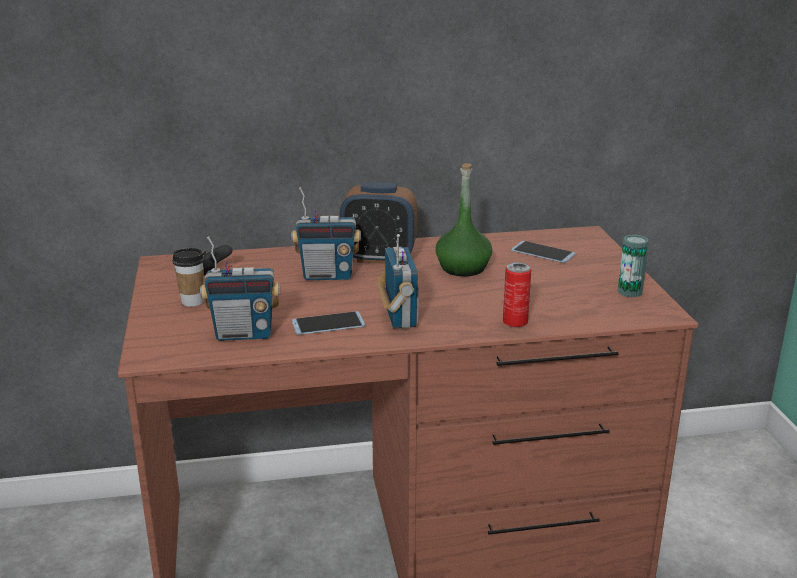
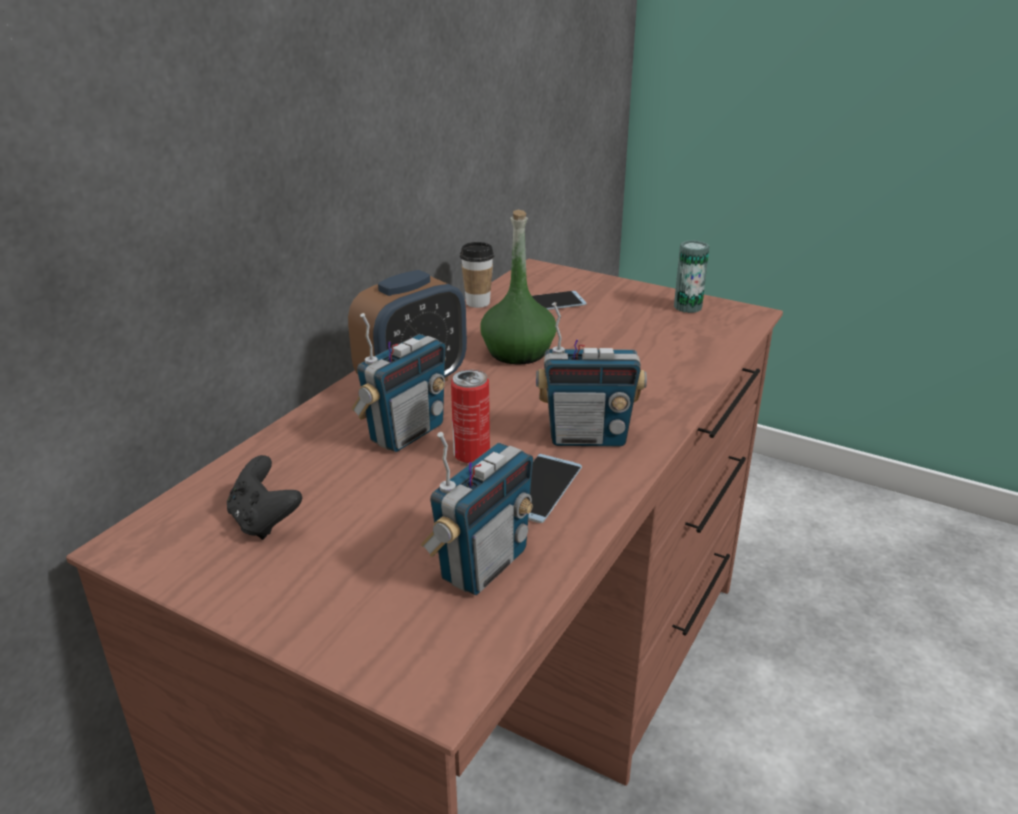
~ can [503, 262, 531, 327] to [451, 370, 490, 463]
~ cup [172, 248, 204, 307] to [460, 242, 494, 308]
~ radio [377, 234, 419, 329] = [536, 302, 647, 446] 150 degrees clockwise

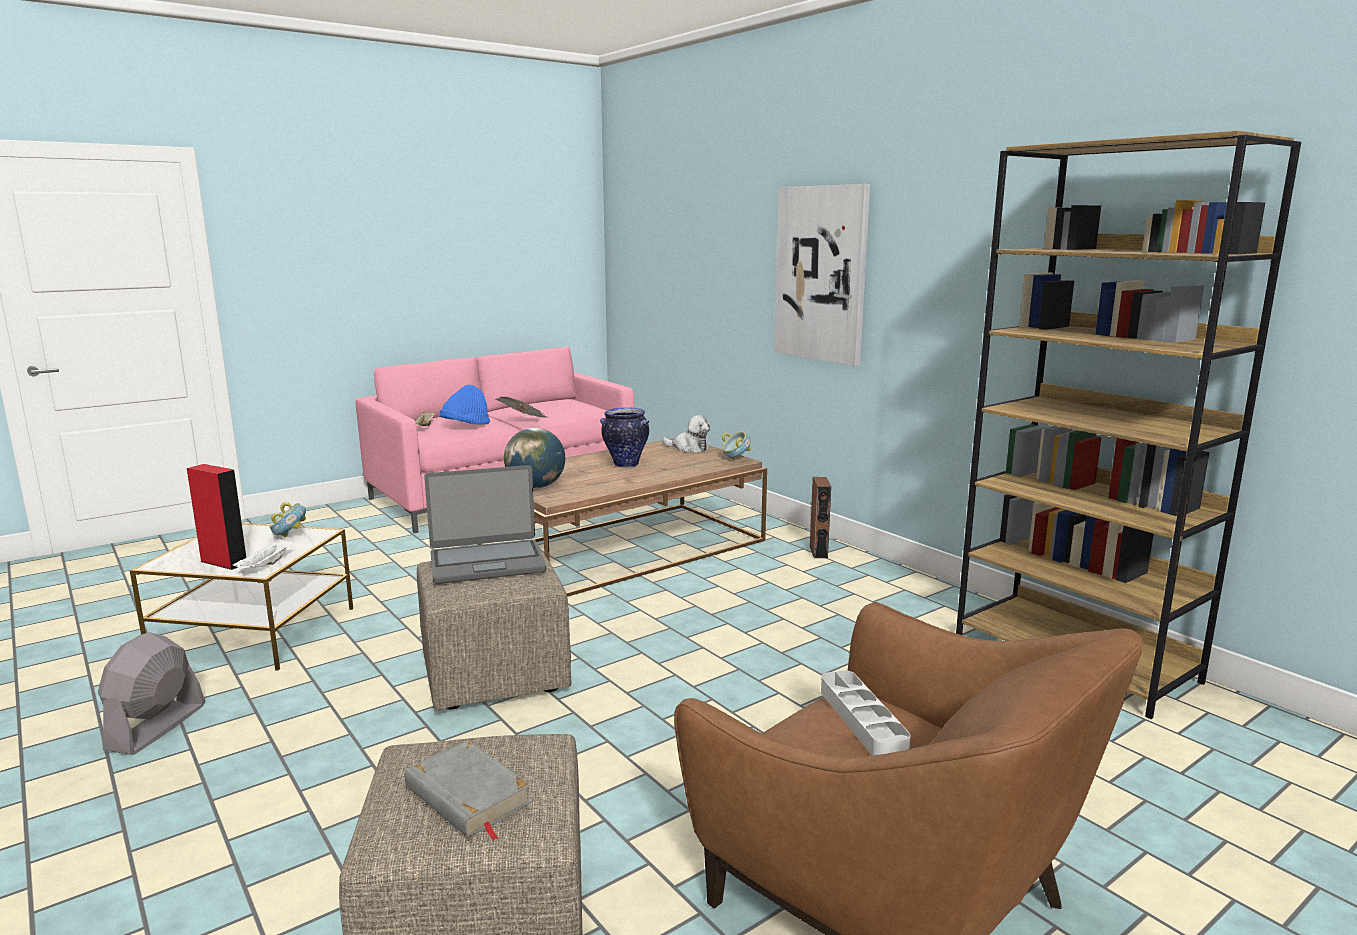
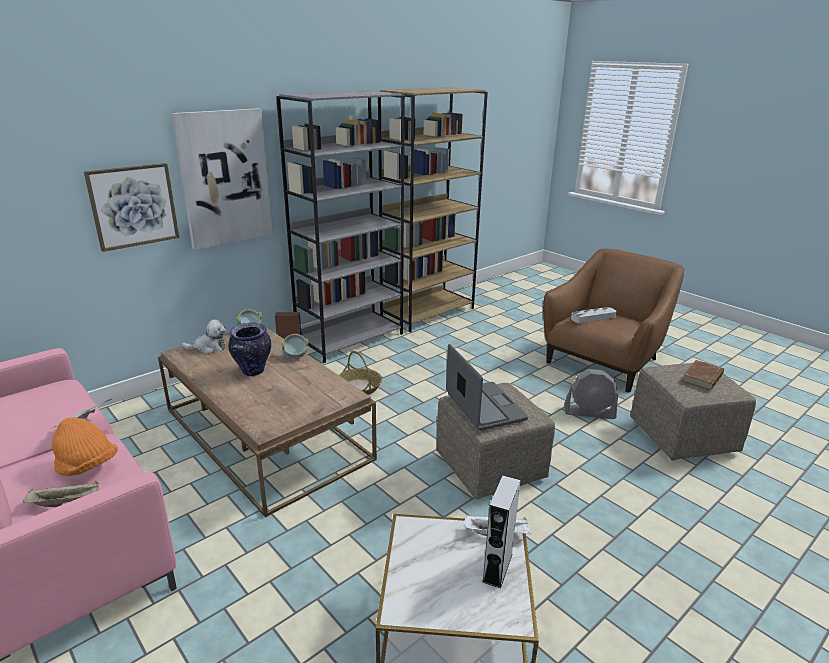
~ hat in blue [440, 384, 490, 425] to hat in orange [52, 417, 118, 476]
+ picture [84, 163, 179, 252]
~ plush toy [663, 415, 710, 452] = [181, 319, 226, 354] 60 degrees clockwise
+ bookcase in grey [276, 90, 405, 363]
~ bowl [269, 502, 306, 537] to [281, 334, 309, 359]
+ basket [339, 351, 382, 395]
~ speaker in red [187, 464, 247, 570] to speaker in grey [482, 475, 521, 589]
~ fan in grey [98, 632, 205, 755] to [564, 369, 618, 419]
~ book in grey [405, 741, 532, 841] to book in brown [682, 360, 724, 390]
- globe [504, 428, 565, 489]

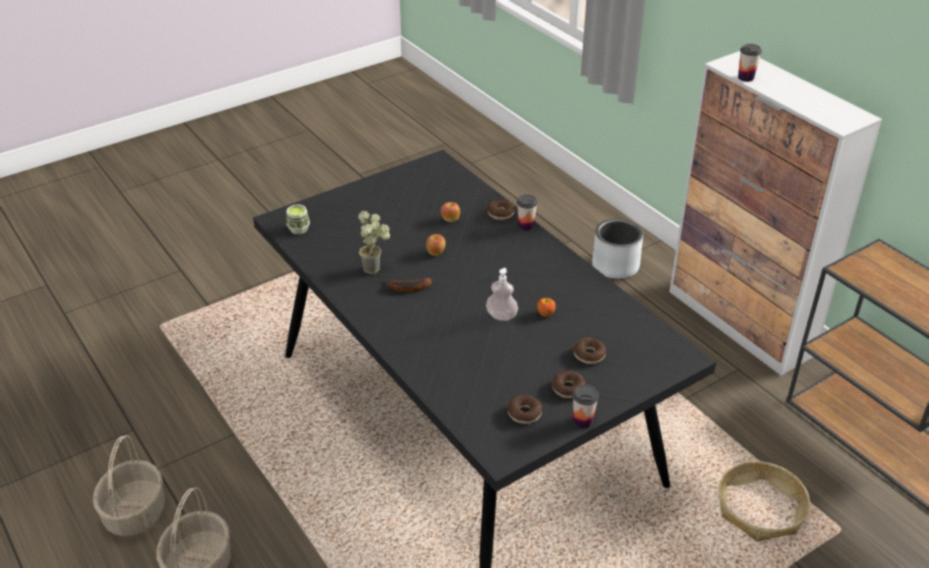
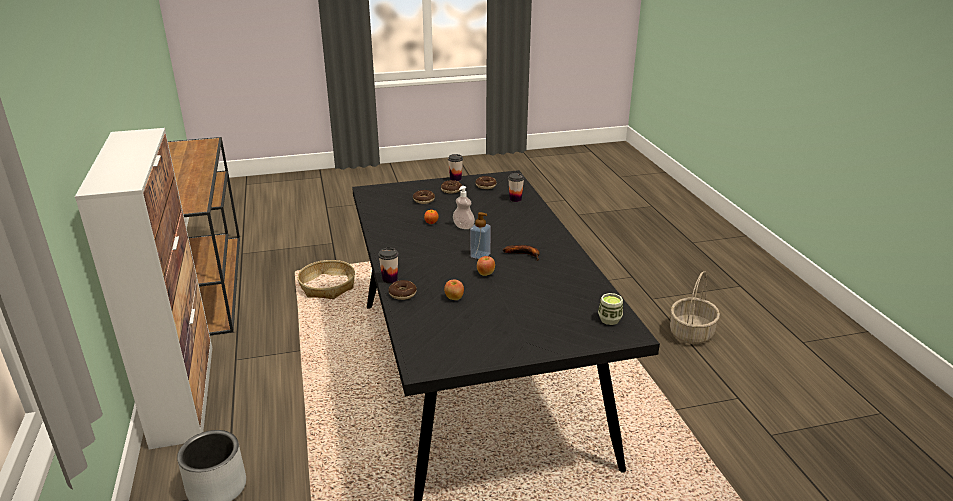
+ soap dispenser [470, 212, 491, 259]
~ cup [738, 44, 762, 82] to [508, 173, 524, 202]
- basket [93, 435, 165, 536]
- potted plant [358, 211, 390, 274]

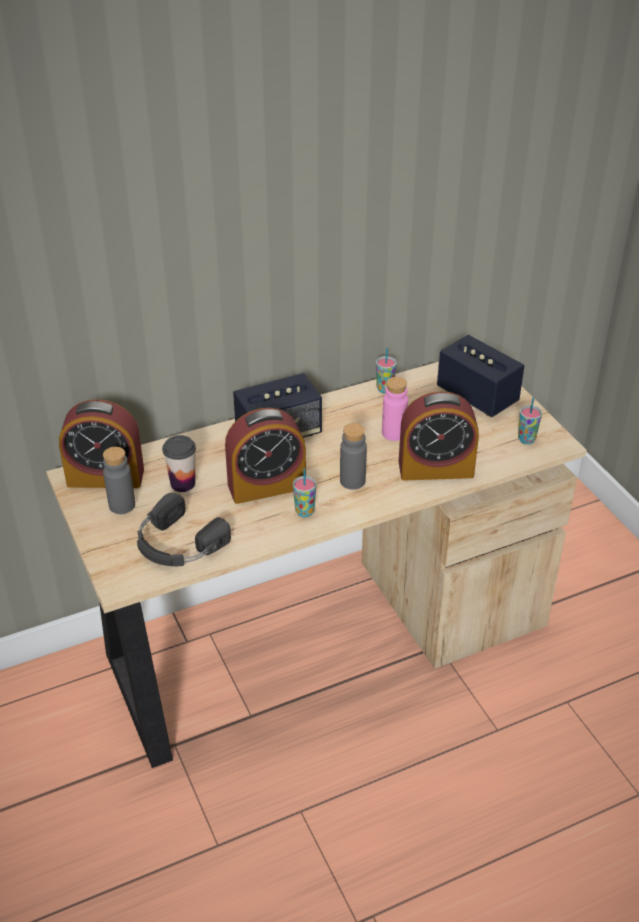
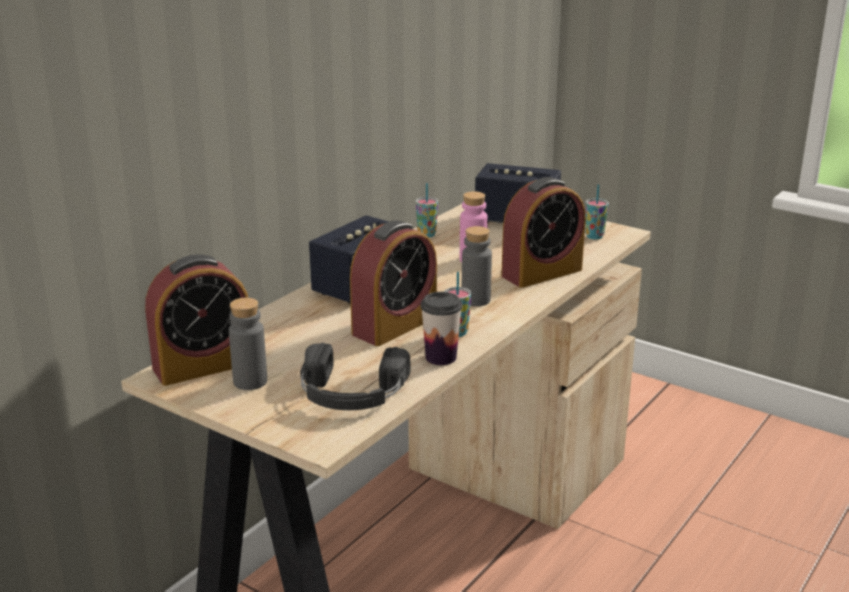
~ cup [162, 435, 196, 492] to [420, 292, 462, 365]

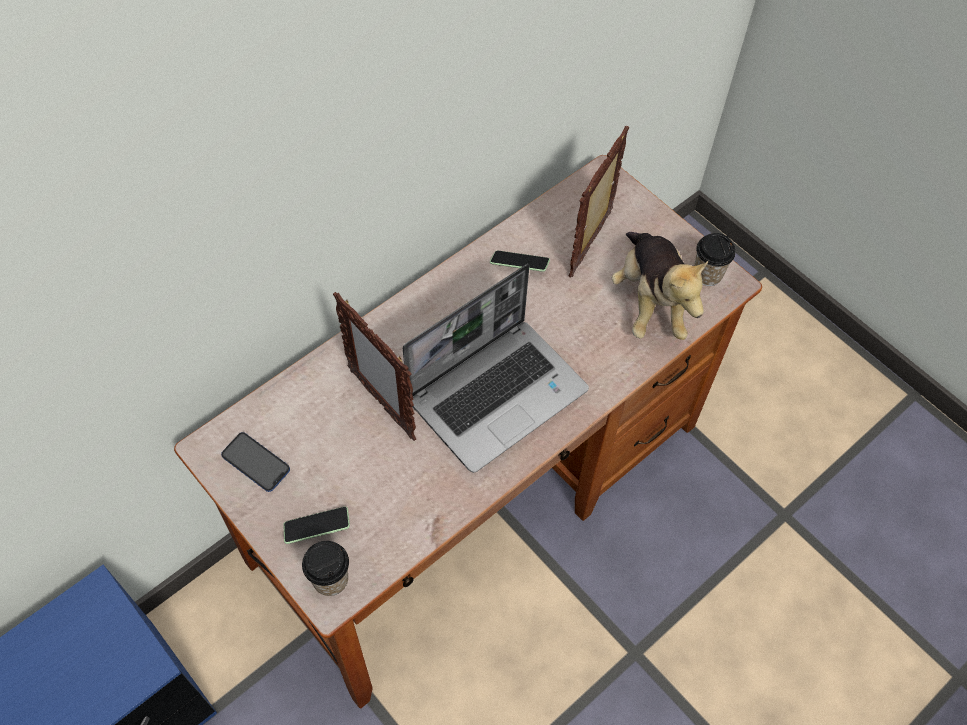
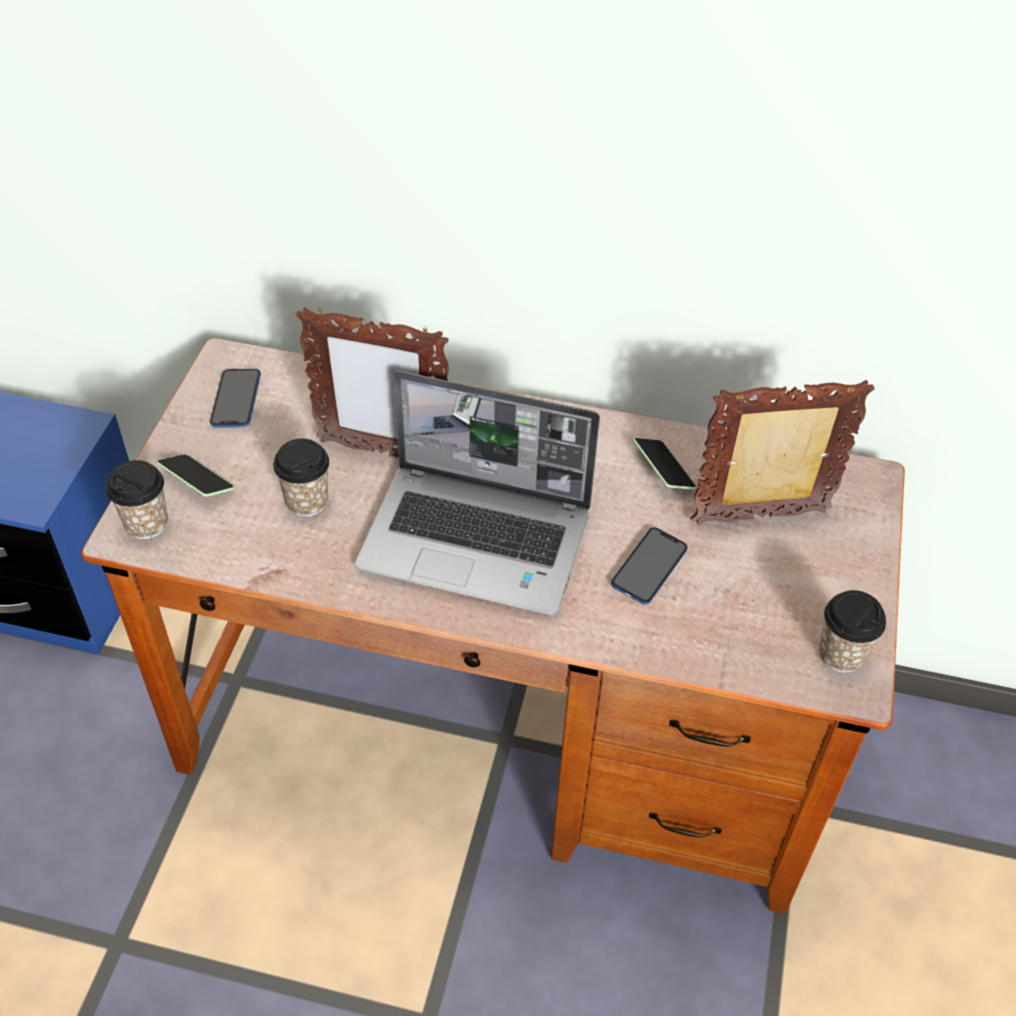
+ cup [273, 439, 329, 517]
~ picture frame [333, 292, 416, 441] = [296, 307, 449, 457] 90 degrees counterclockwise
+ phone [611, 527, 687, 605]
- plush toy [612, 232, 708, 340]

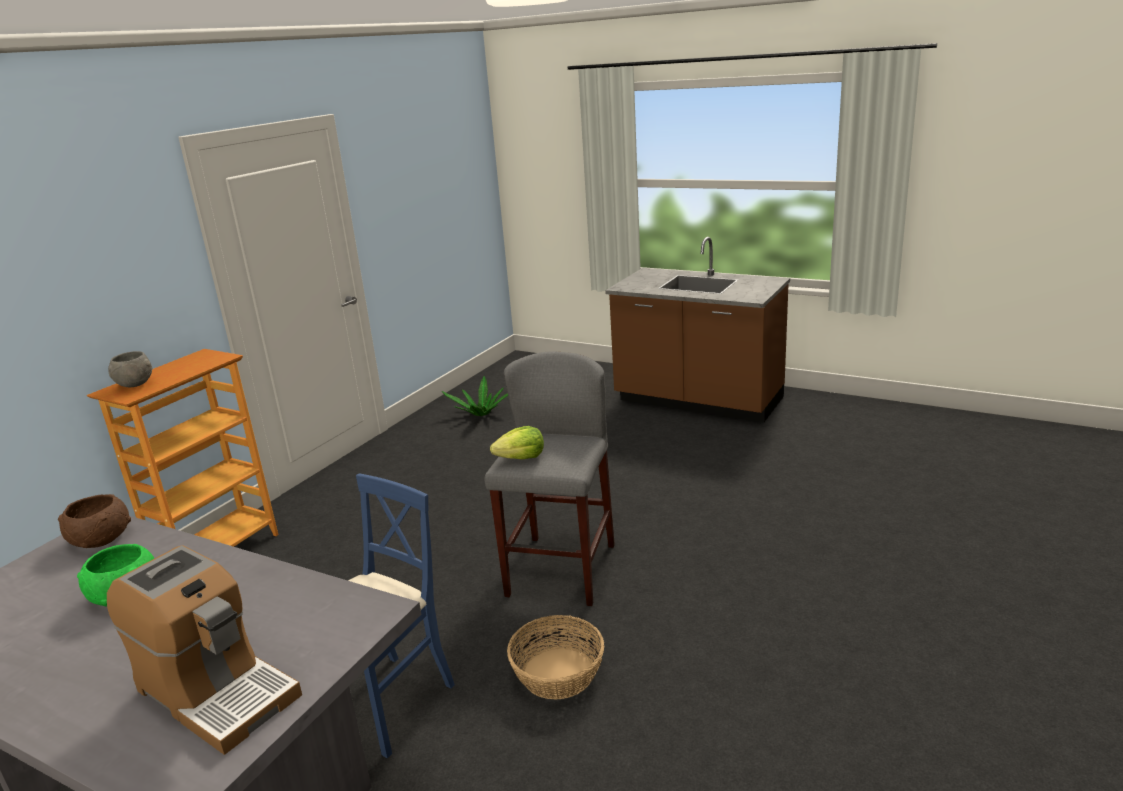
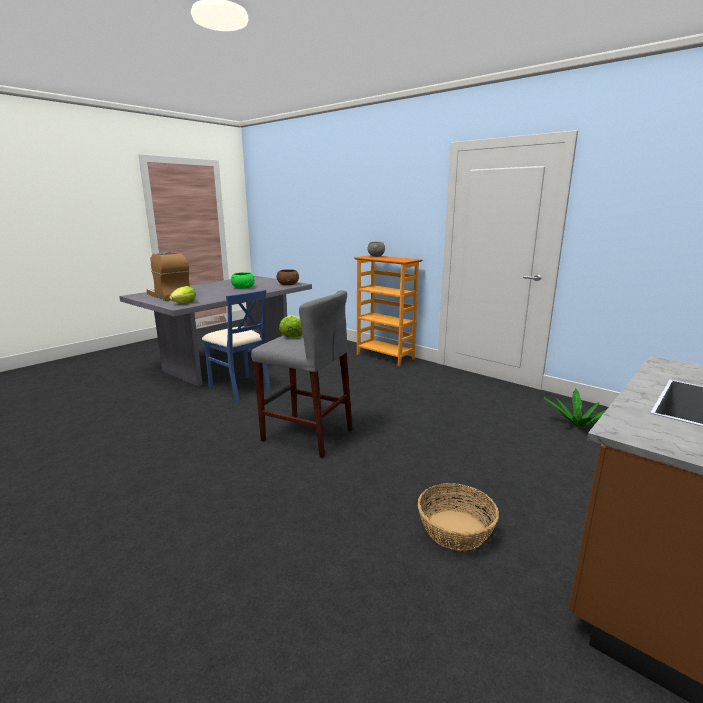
~ coffee machine [107, 545, 302, 755] = [147, 252, 190, 301] 90 degrees clockwise
+ lettuce [169, 286, 196, 303]
~ basket [507, 615, 604, 700] to [418, 483, 499, 551]

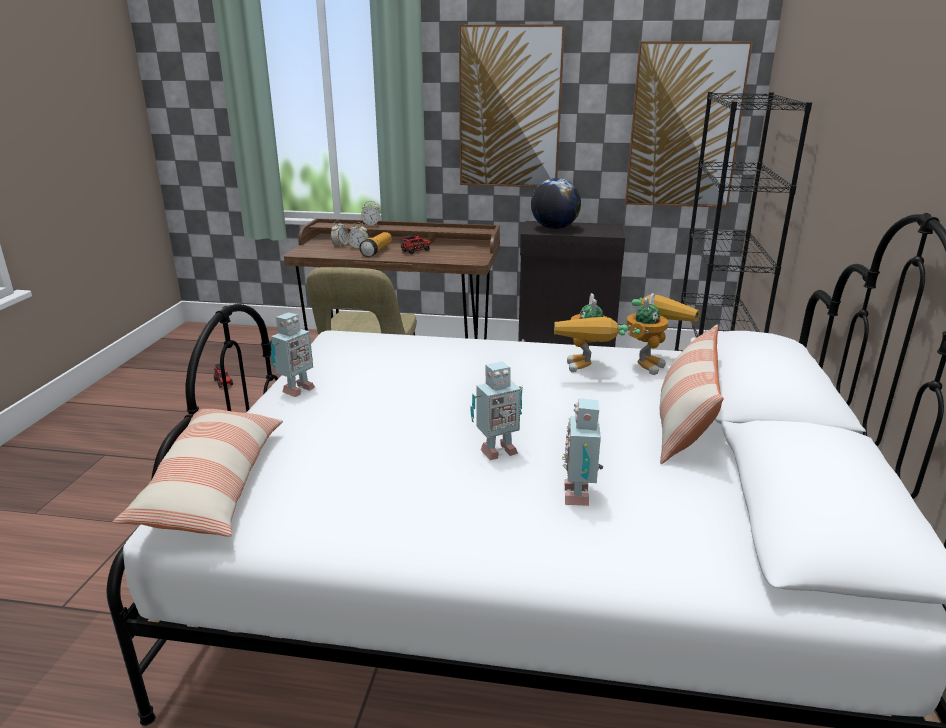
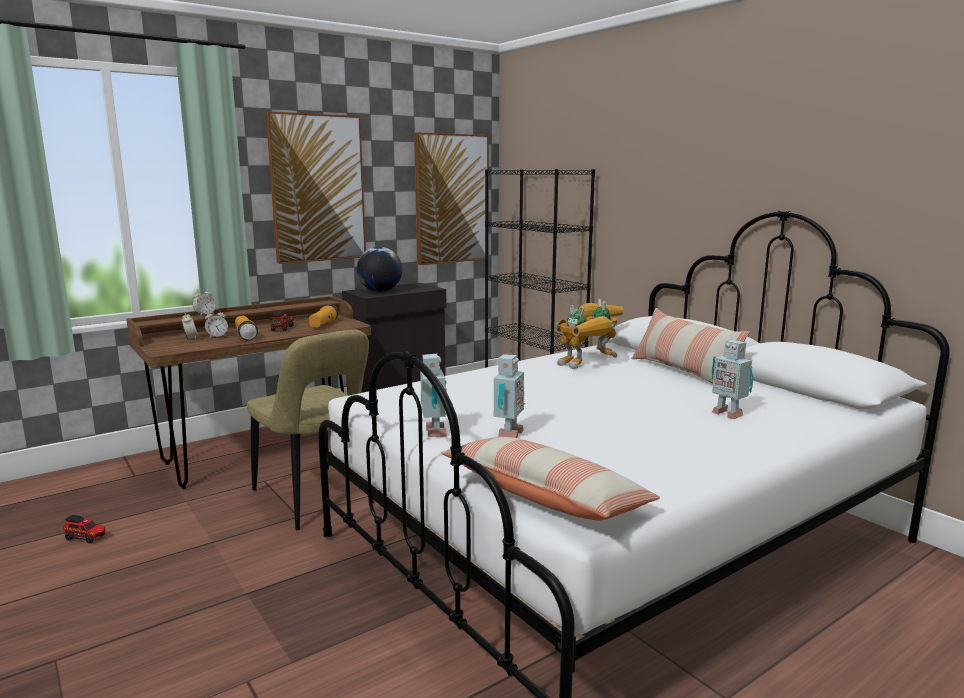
+ flashlight [309, 305, 338, 327]
~ toy robot [470, 361, 523, 460] to [494, 354, 525, 438]

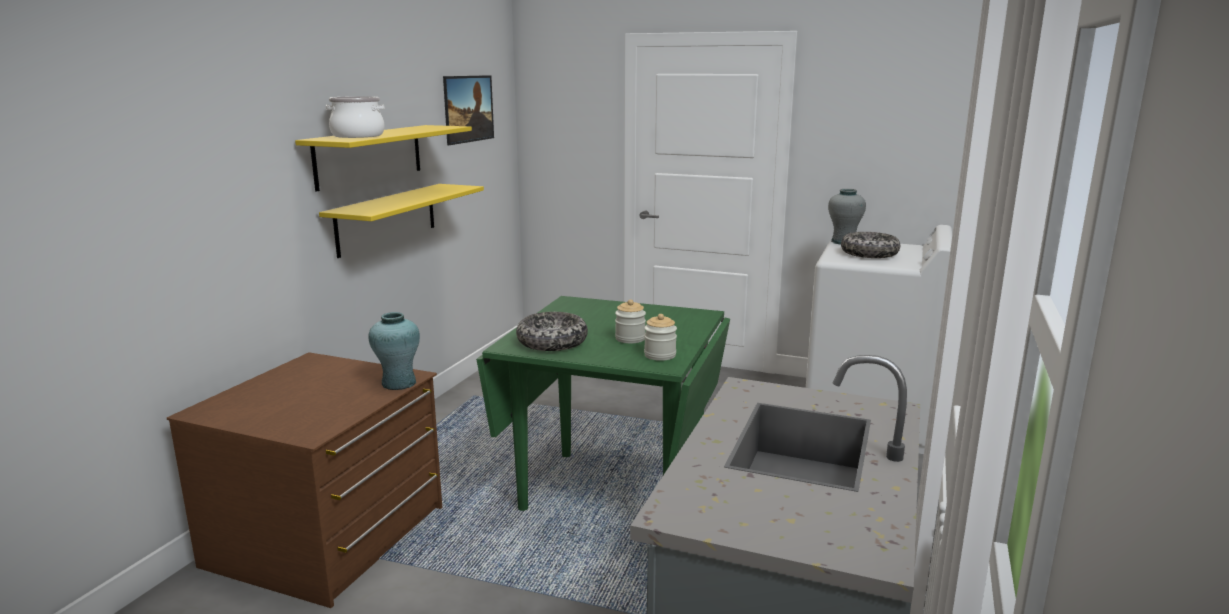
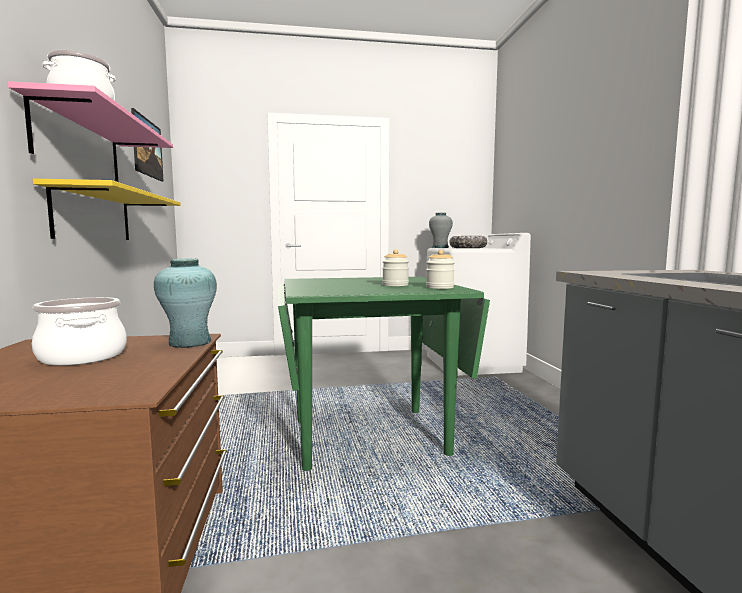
~ shelf in yellow [295, 125, 472, 191] to shelf in pink [8, 81, 173, 182]
+ cooking pot [32, 297, 127, 366]
- bowl [516, 312, 588, 351]

